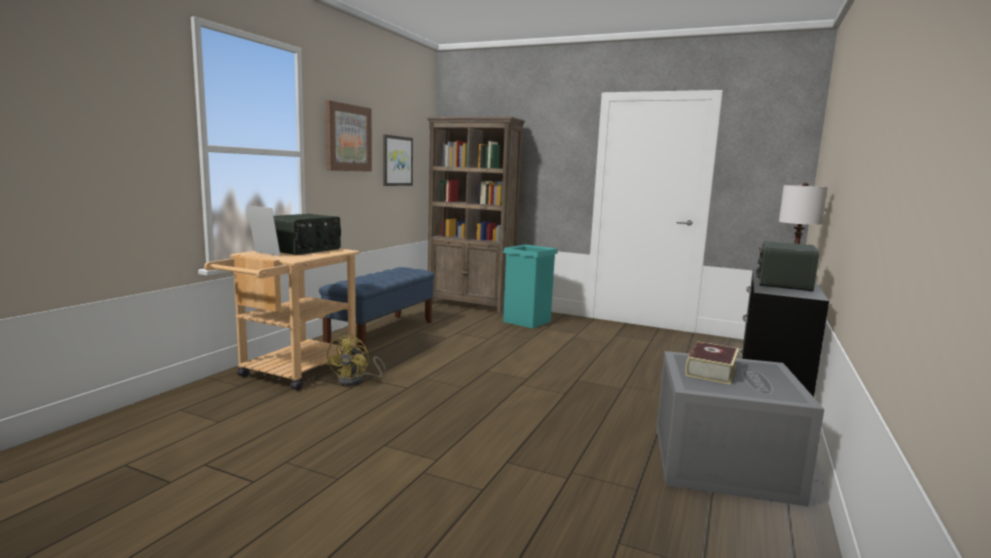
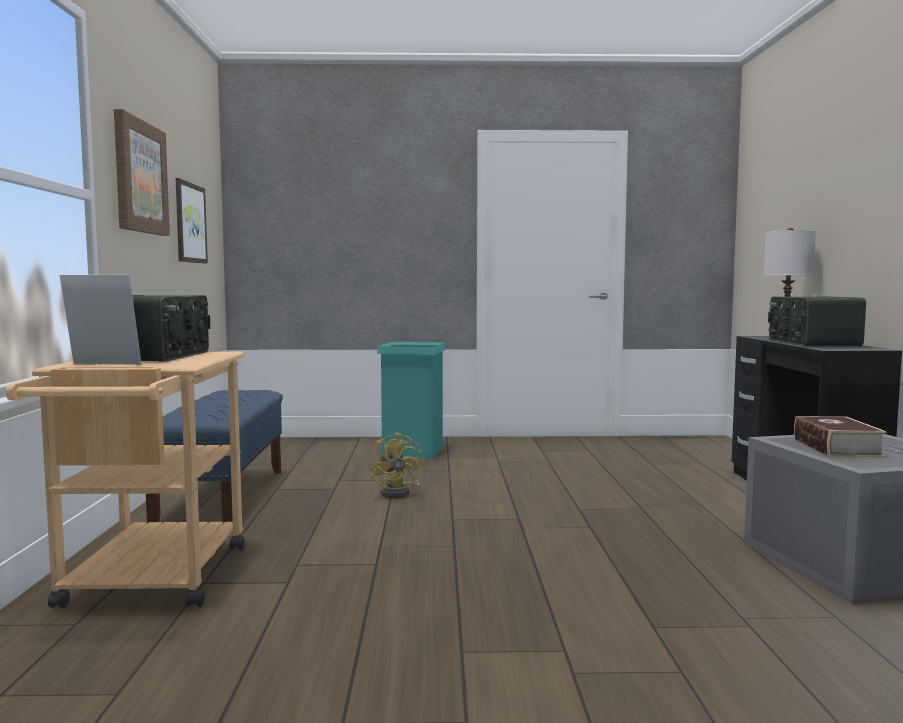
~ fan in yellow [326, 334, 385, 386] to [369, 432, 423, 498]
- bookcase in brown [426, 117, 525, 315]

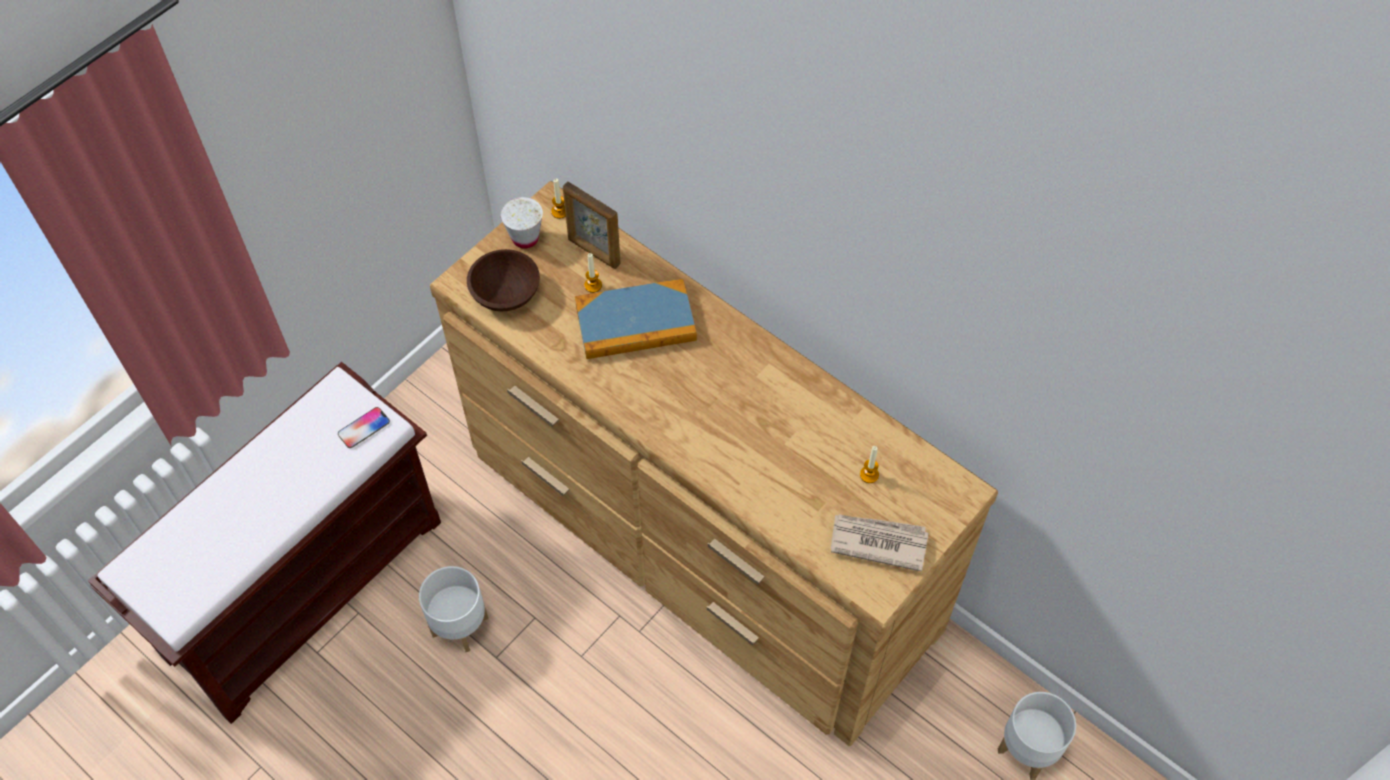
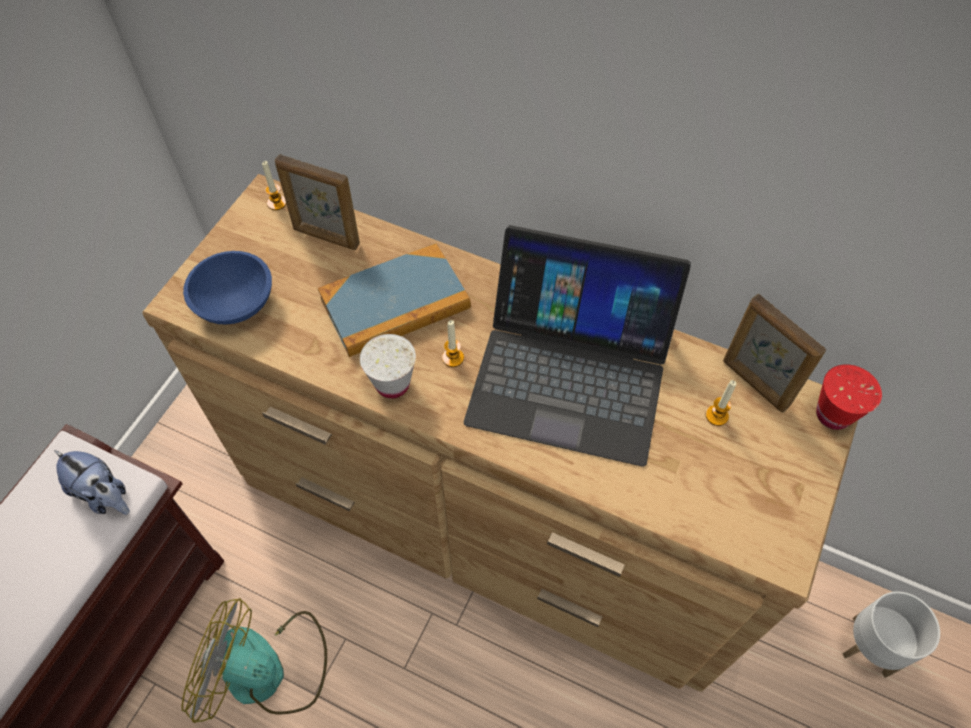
~ phone [338, 407, 390, 448] to plush toy [54, 450, 130, 515]
~ planter in white [419, 566, 489, 652] to fan [181, 598, 327, 723]
~ bowl in brown [467, 249, 540, 311] to bowl in blue [183, 251, 272, 325]
~ cup in white [500, 197, 543, 249] to [360, 334, 416, 399]
~ candle [584, 253, 602, 293] to [442, 320, 464, 367]
+ laptop [464, 225, 691, 467]
+ picture frame [723, 294, 826, 413]
+ cup in red [816, 364, 882, 430]
- newspaper [831, 514, 929, 572]

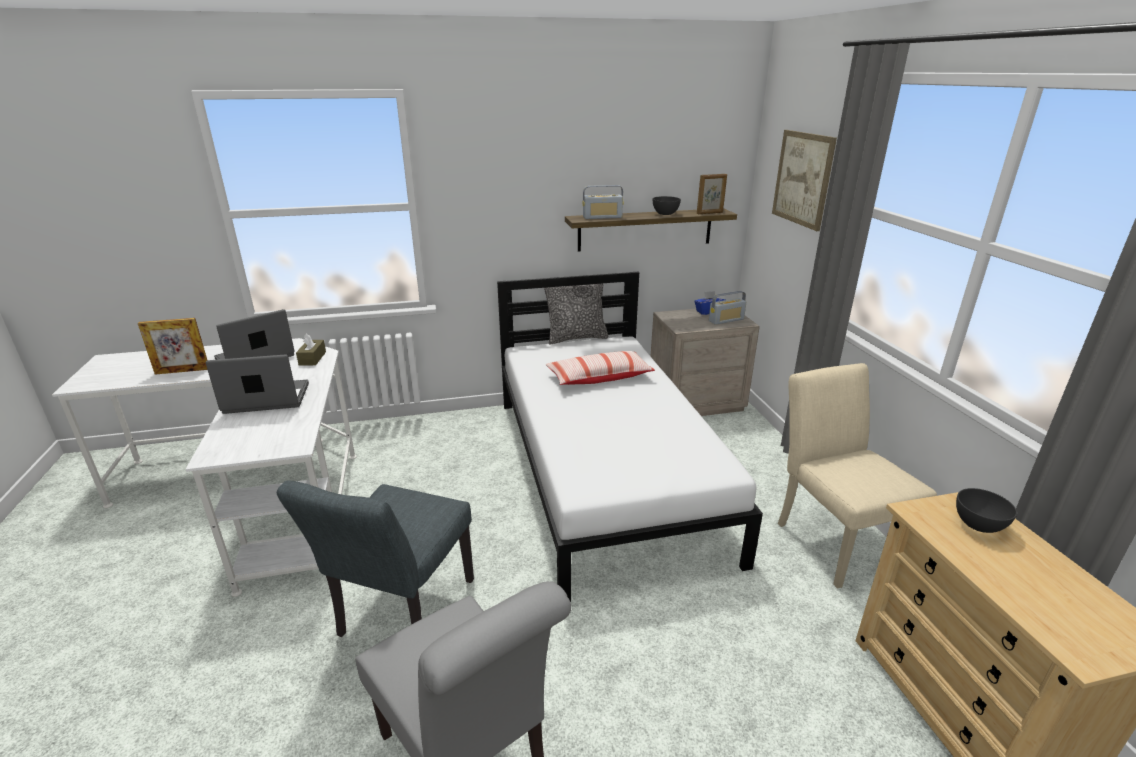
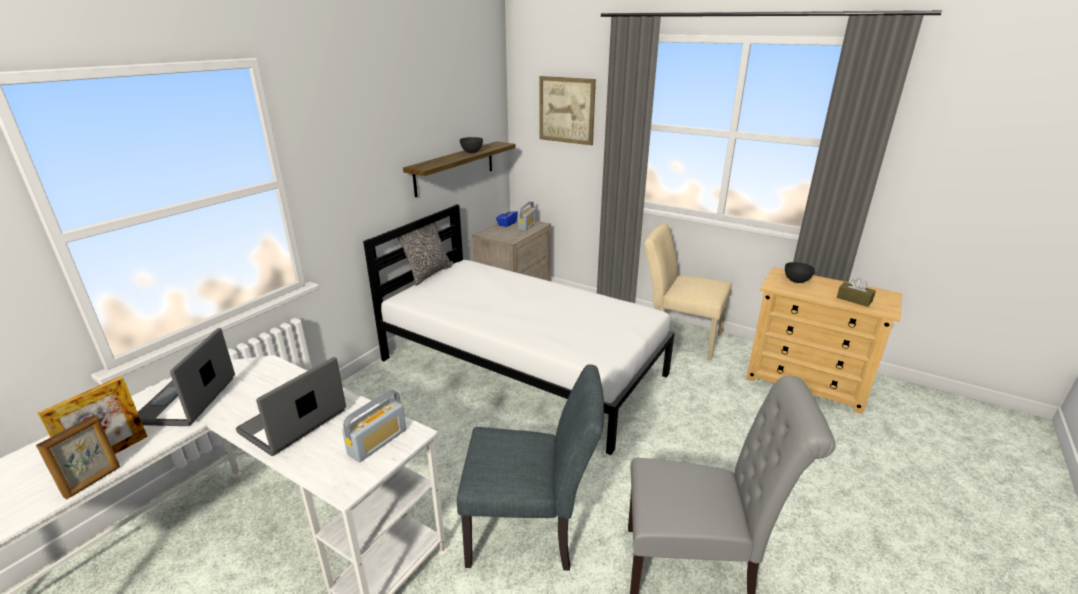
~ picture frame [697, 174, 727, 214] to [36, 415, 120, 500]
~ radio [583, 185, 623, 219] to [342, 390, 406, 462]
~ chair in grey [277, 480, 474, 638] = [457, 365, 604, 571] 60 degrees counterclockwise
~ tissue box in brown [296, 333, 326, 366] to [837, 277, 876, 307]
- pillow [546, 351, 655, 385]

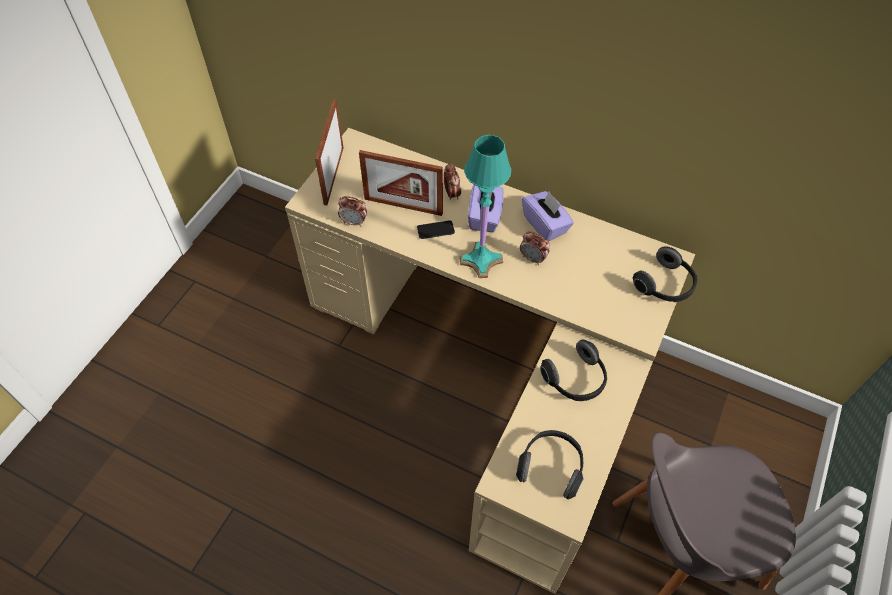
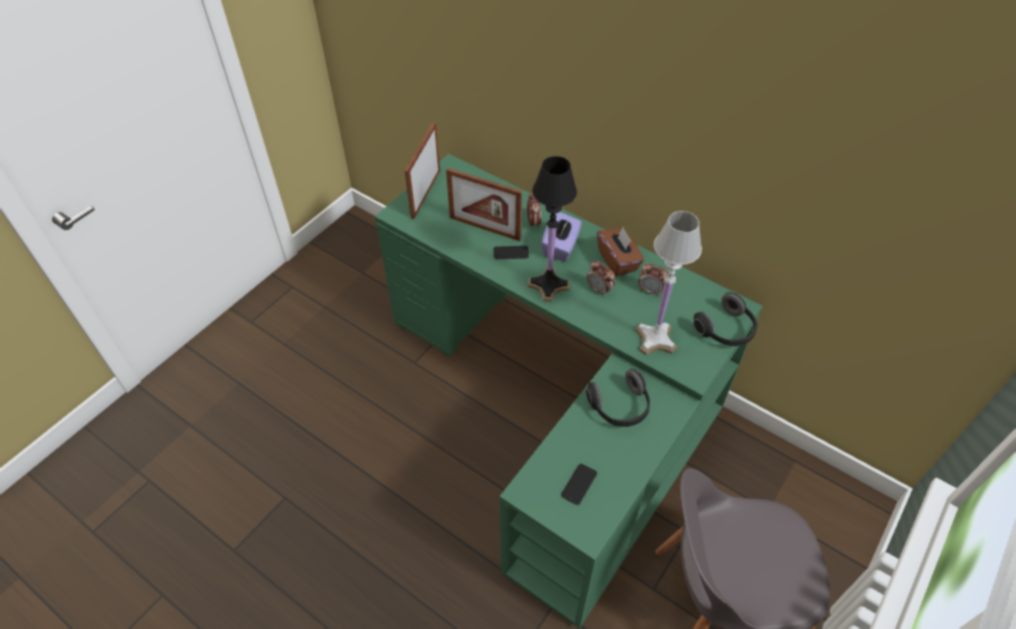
~ desk in beige [285, 128, 695, 594] to desk in green [375, 154, 763, 629]
~ table lamp in turquoise [460, 135, 511, 278] to table lamp in black [528, 156, 577, 302]
~ headphones [516, 430, 584, 499] to phone [561, 464, 597, 505]
~ tissue box in purple [522, 191, 574, 242] to tissue box in brown [597, 227, 644, 277]
+ table lamp in white [635, 211, 702, 355]
~ alarm clock [338, 196, 367, 227] to [638, 263, 668, 296]

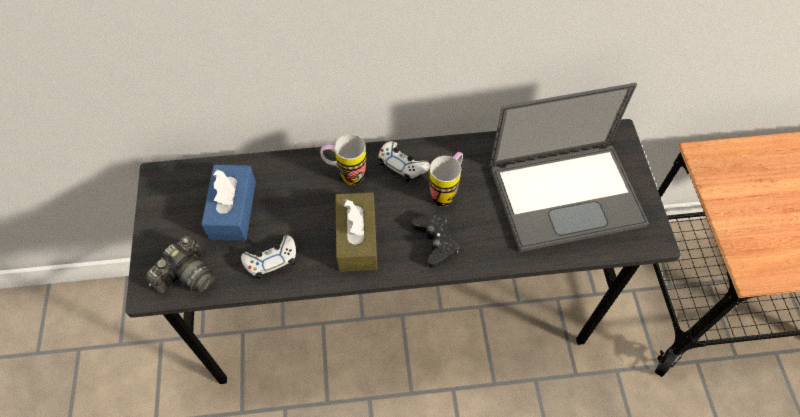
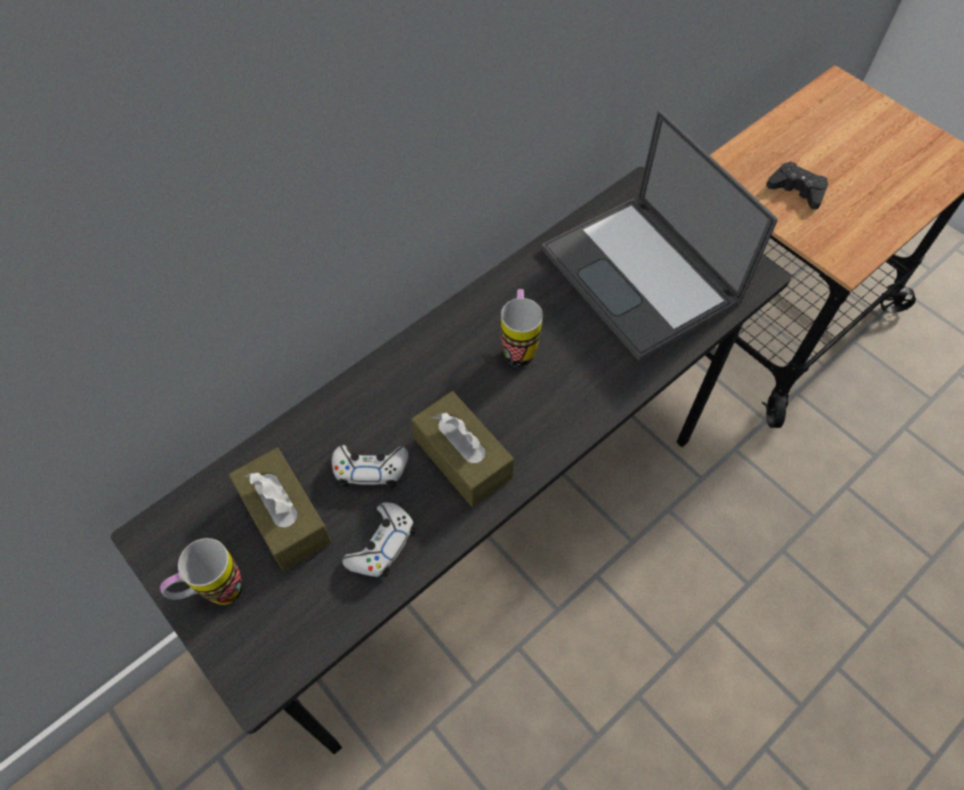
~ mug [320, 134, 366, 185] to [160, 538, 243, 605]
~ tissue box in blue [201, 165, 256, 241] to tissue box in brown [229, 448, 332, 571]
~ game controller in white [378, 141, 430, 182] to [332, 445, 408, 489]
~ laptop [489, 83, 649, 252] = [541, 110, 778, 361] 105 degrees clockwise
~ game controller in black [412, 213, 459, 268] to [766, 161, 828, 209]
- photo camera [146, 236, 215, 294]

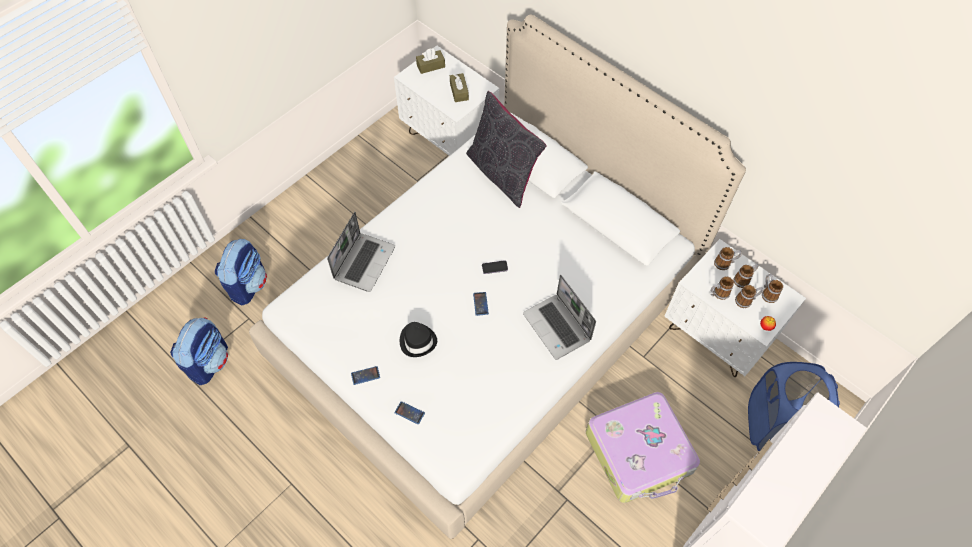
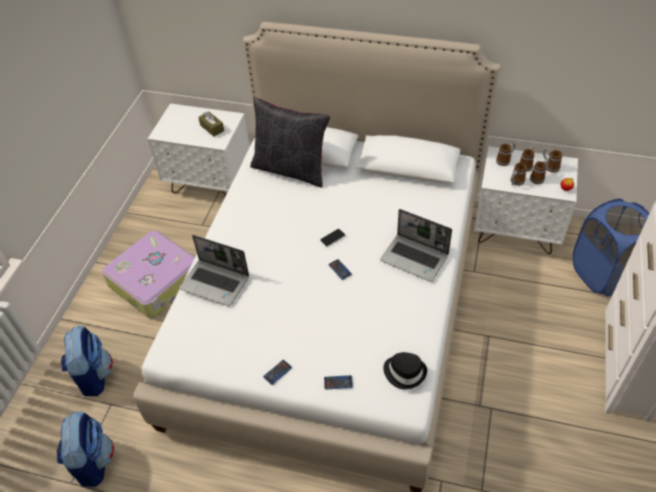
~ suitcase [586, 392, 700, 503] to [102, 230, 195, 318]
~ laptop [327, 212, 395, 292] = [179, 235, 249, 306] 120 degrees clockwise
~ hat in black [400, 322, 437, 357] to [383, 352, 427, 390]
- tissue box in brown [416, 48, 445, 74]

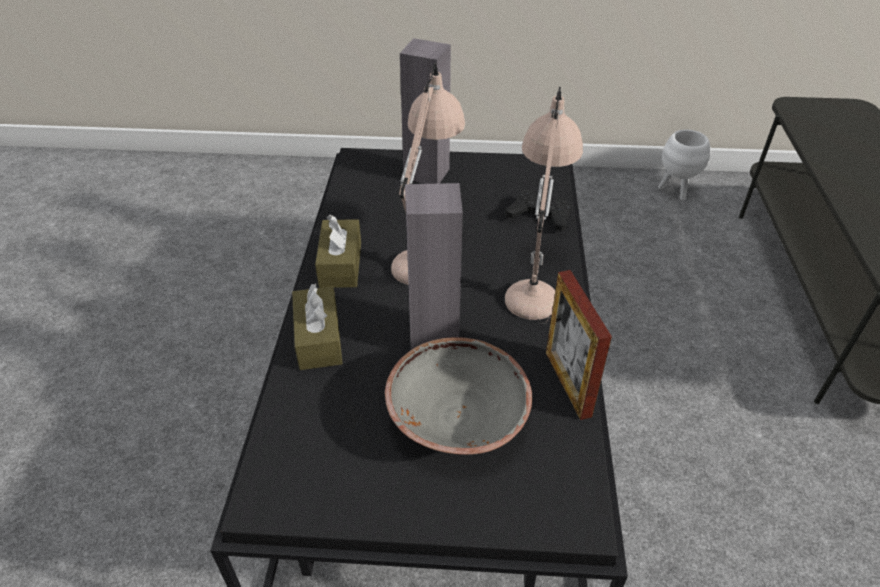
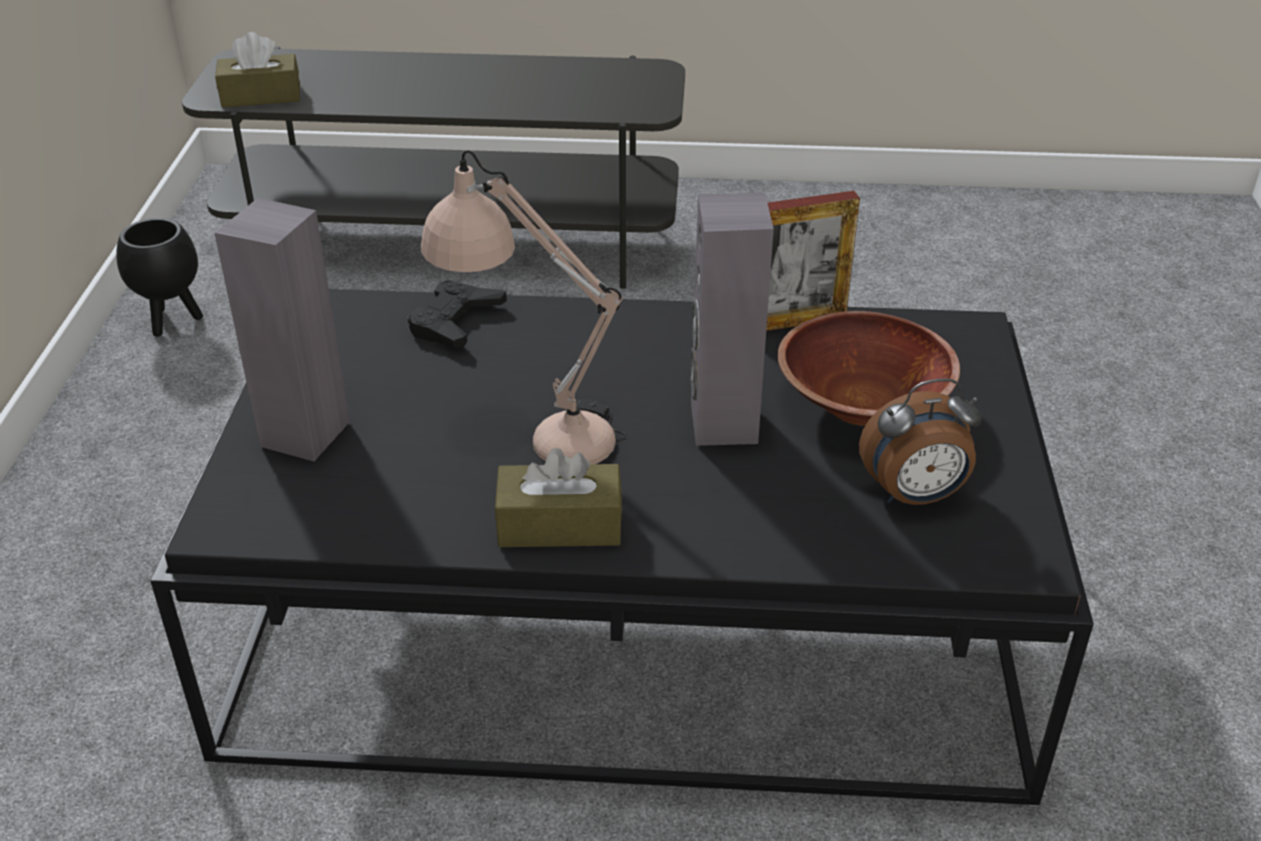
~ planter in white [658, 130, 710, 201] to planter in black [116, 218, 203, 337]
~ tissue box in brown [292, 284, 343, 370] to [215, 32, 300, 108]
~ bowl in grey [385, 337, 532, 455] to bowl in brown [778, 311, 960, 426]
+ alarm clock [859, 379, 981, 505]
- table lamp in beige [505, 87, 583, 324]

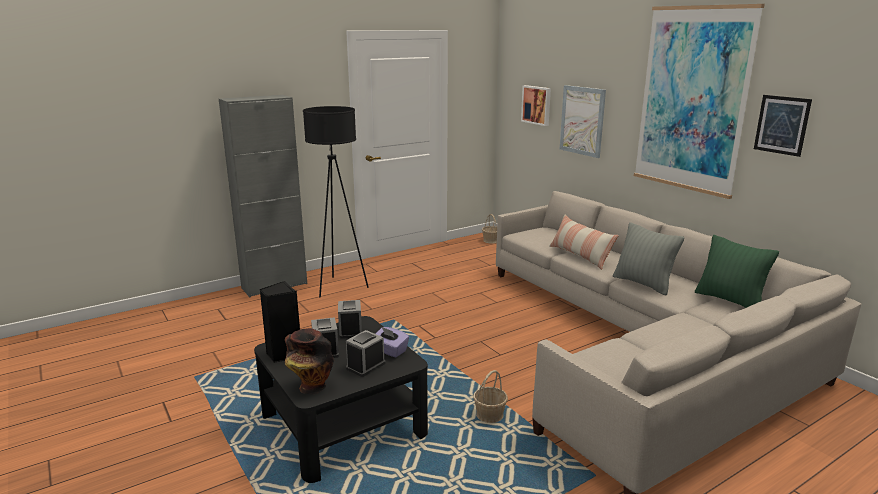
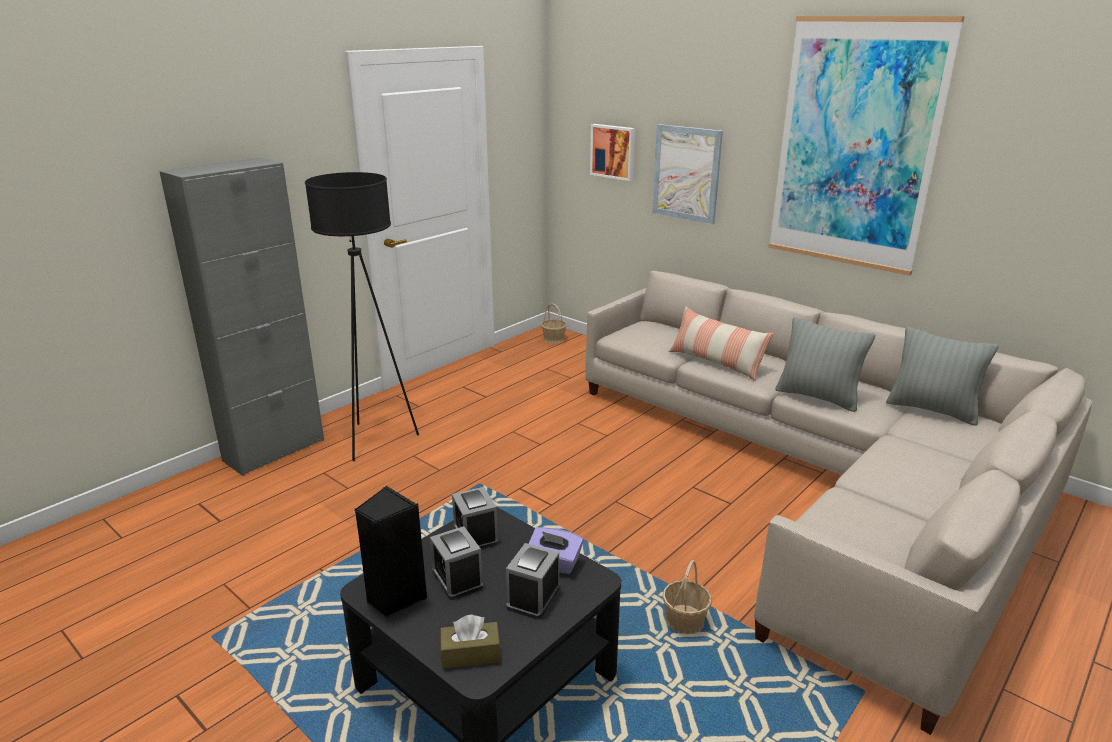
~ vase [285, 328, 334, 395] to tissue box in brown [440, 615, 501, 669]
~ pillow in green [695, 235, 779, 308] to pillow in grey [886, 327, 999, 426]
- picture [754, 95, 812, 157]

